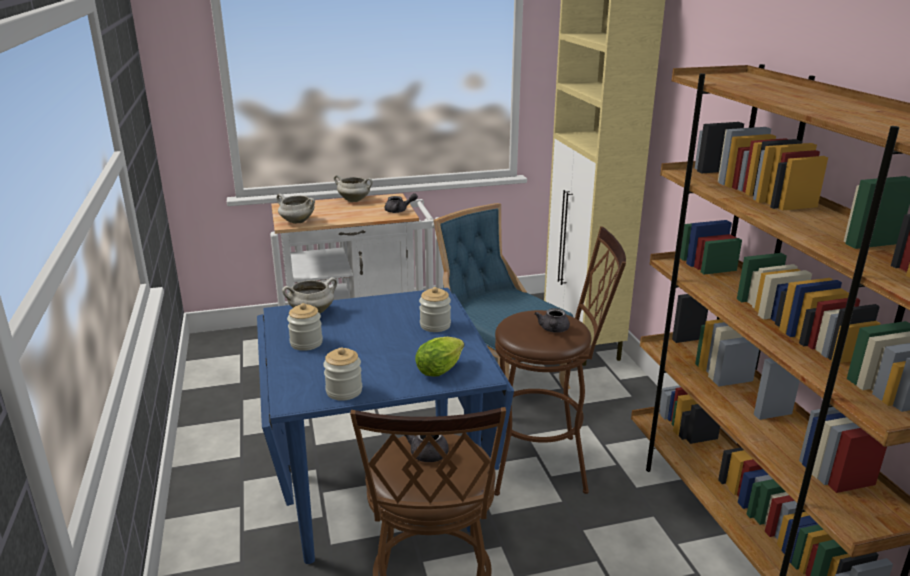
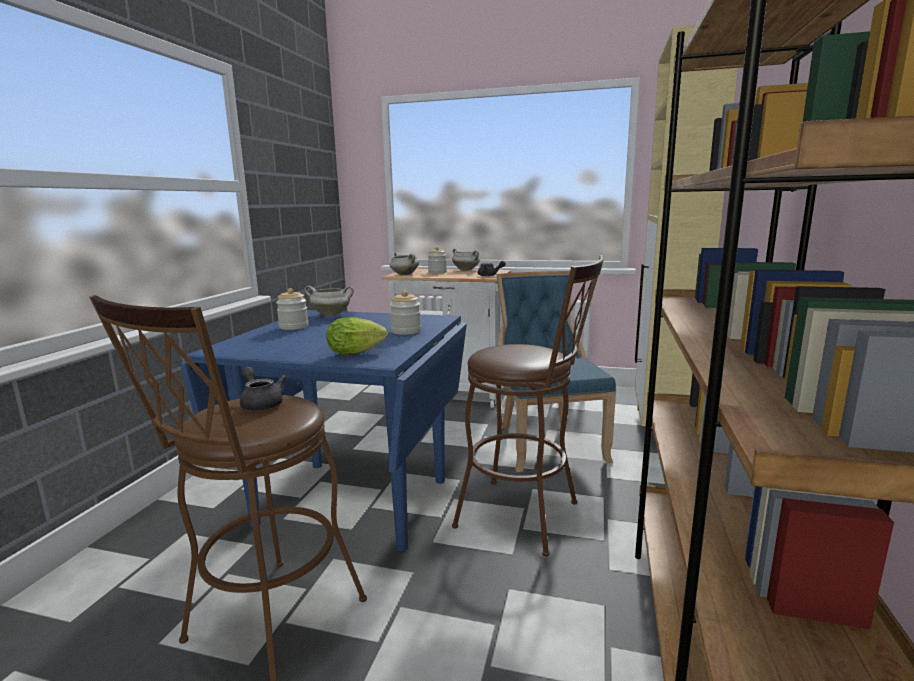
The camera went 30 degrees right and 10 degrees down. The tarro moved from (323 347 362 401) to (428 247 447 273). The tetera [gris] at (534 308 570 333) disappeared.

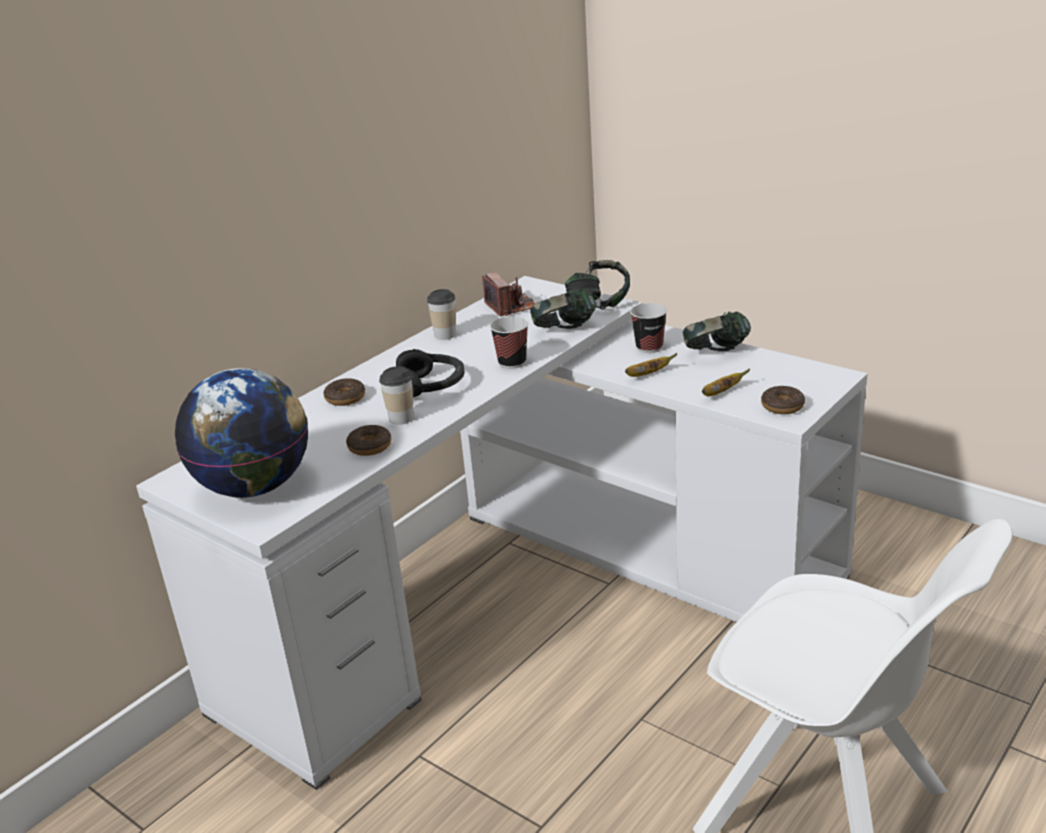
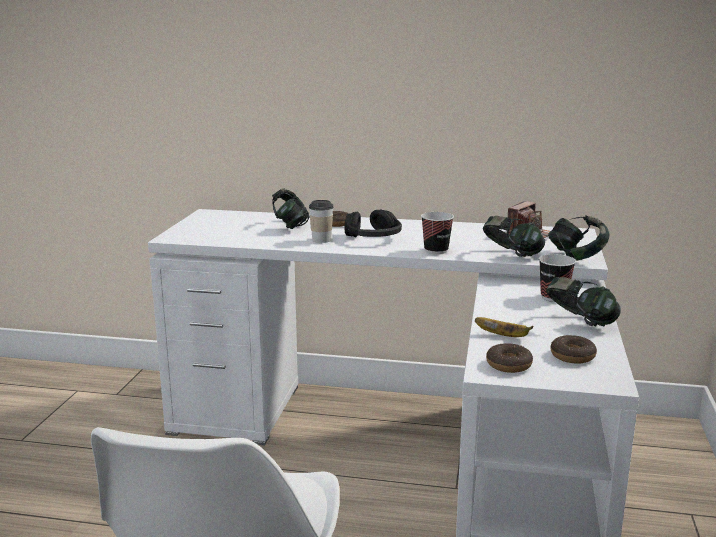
The camera went 60 degrees right and 10 degrees down. The auriculares at (272 188 309 229) appeared. The rosquilla moved from (346 425 391 456) to (551 335 597 364). The globo terráqueo at (175 368 308 498) disappeared. The taza at (427 289 456 340) disappeared. The plátano at (625 353 677 377) disappeared.

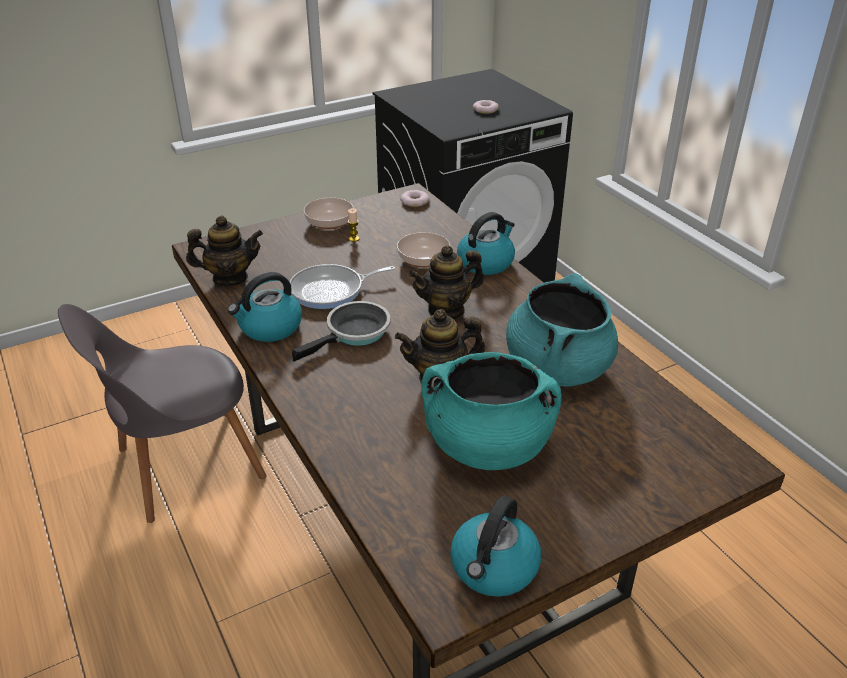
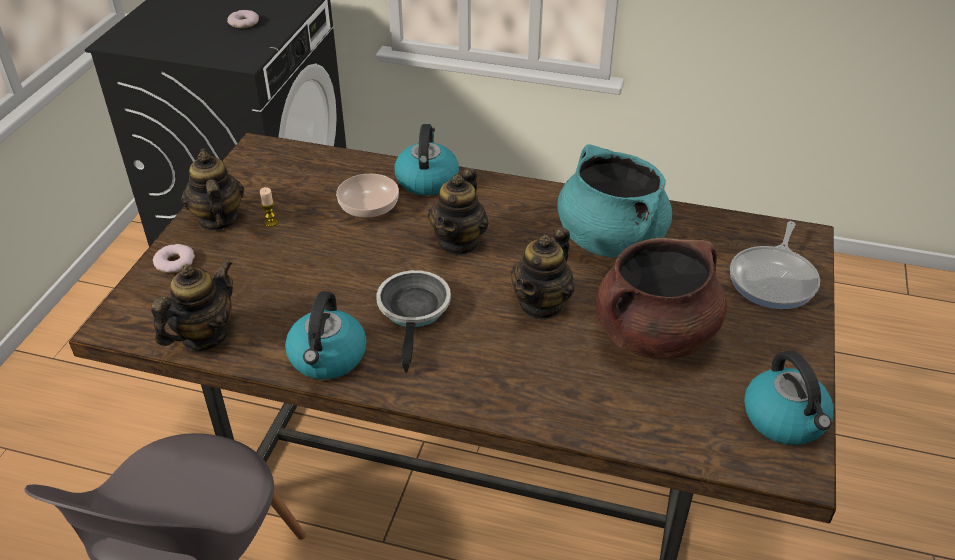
The camera went 45 degrees left and 5 degrees up. The rosquilla moved from (400 190 430 207) to (153 244 195 273). The cuenco at (304 198 354 230) was replaced by the tetera at (181 149 244 231). The olla [turquesa] at (421 352 562 470) became the olla [marrón] at (596 238 727 359). The sartén moved from (290 264 395 309) to (730 221 820 309).

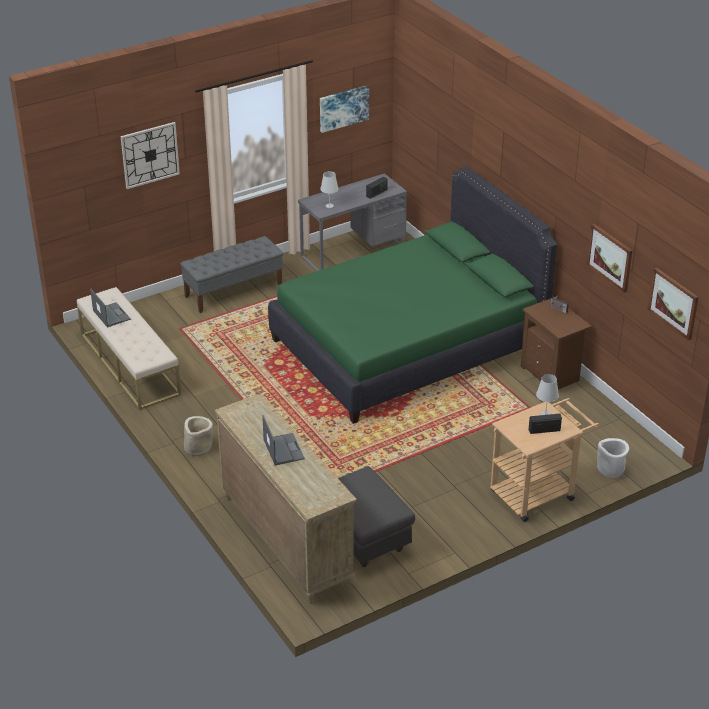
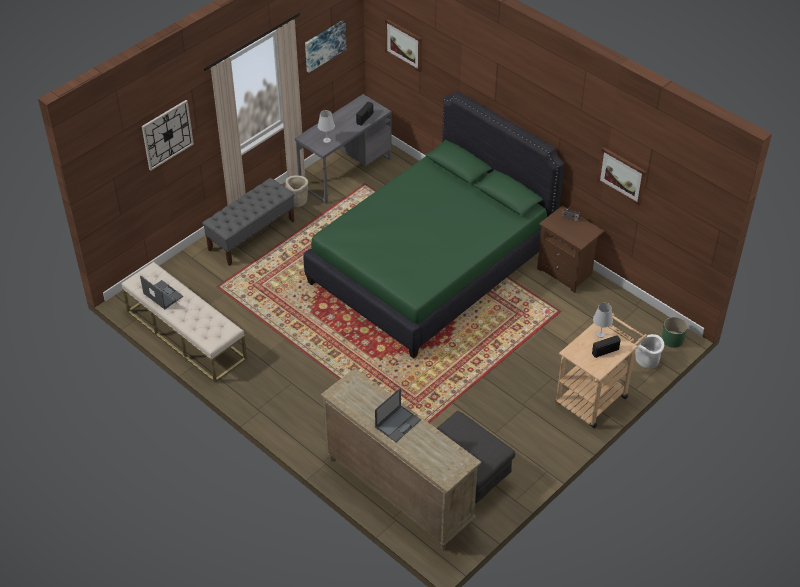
The camera went 15 degrees left and 10 degrees up. The maceta [beis] moved from (184 416 213 456) to (285 175 308 207). The portátil at (262 415 305 465) turned 75 degrees clockwise. The cuadro moved from (647 267 699 340) to (385 18 422 72). The maceta [verde] at (662 317 687 348) appeared.

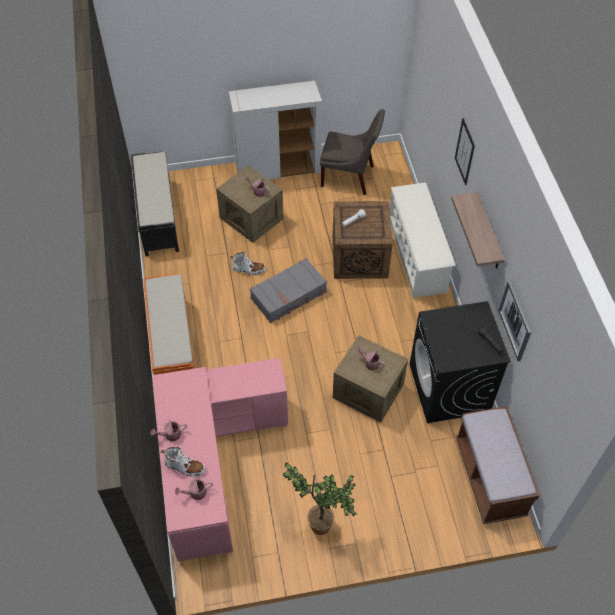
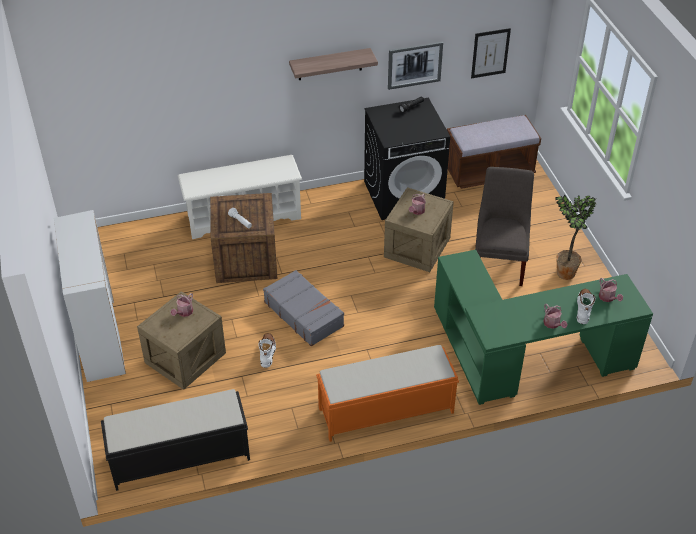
The camera went 95 degrees left and 10 degrees down. The escritorio [rosa] at (152 358 288 562) became the escritorio [verde] at (434 250 653 405). The cuadro moved from (455 118 475 185) to (471 28 511 78). The silla [gris] moved from (320 109 385 195) to (475 167 534 286).

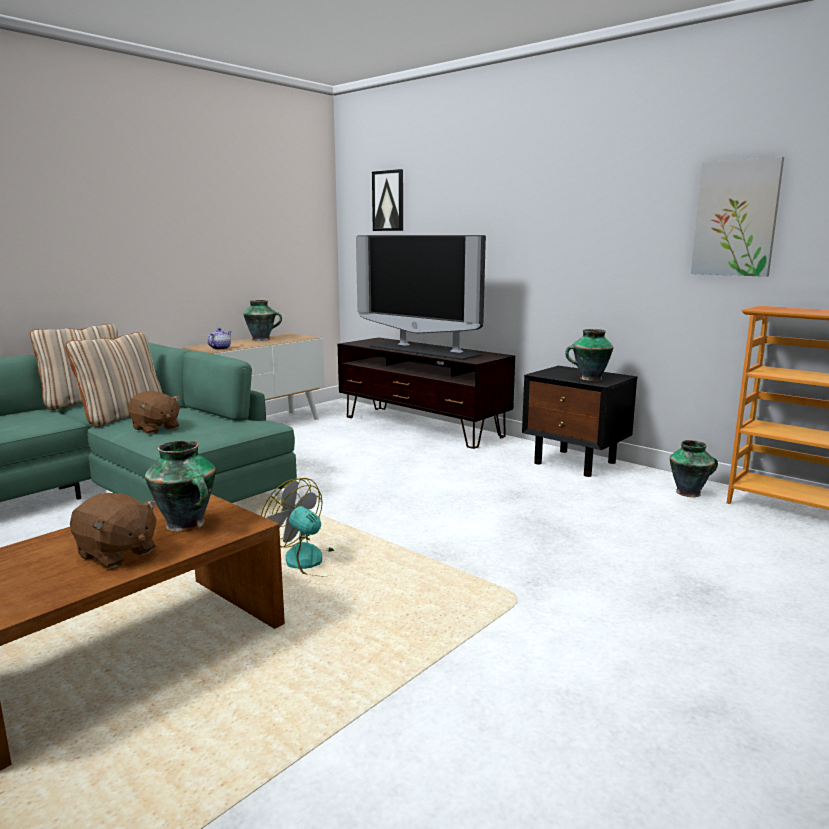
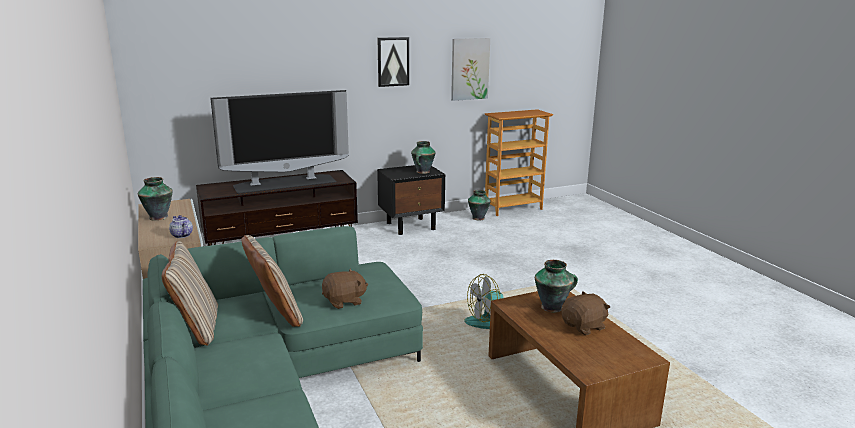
The camera went 65 degrees left and 5 degrees up. The cuadro moved from (372 169 403 231) to (377 37 409 87).

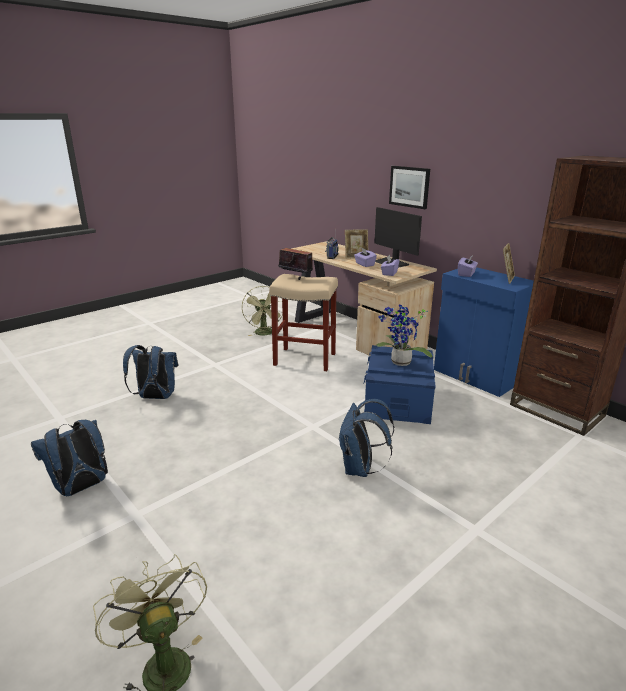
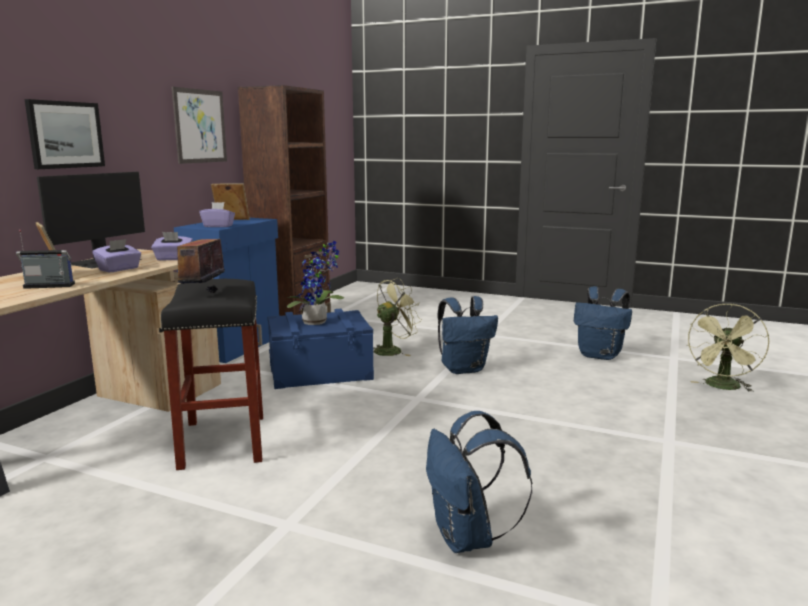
The camera went 115 degrees left and 10 degrees down. The taburete [beis] at (269 274 338 371) became the taburete [negro] at (161 279 263 470). The cuadro at (172 87 227 164) appeared. The ventilador [verde] moved from (242 286 283 336) to (373 278 422 356). The mochila [azul] moved from (31 420 108 496) to (574 286 632 360).

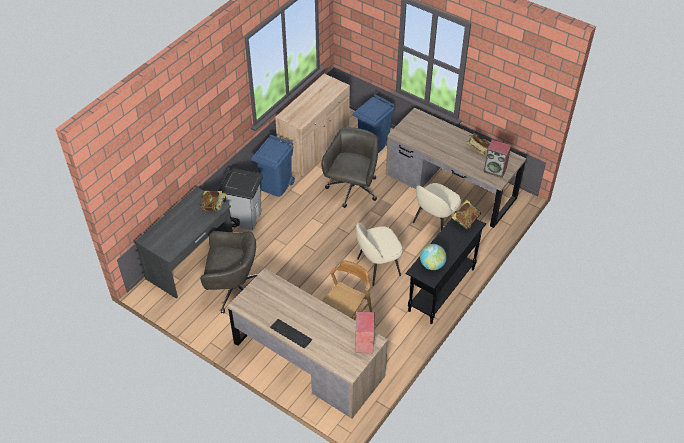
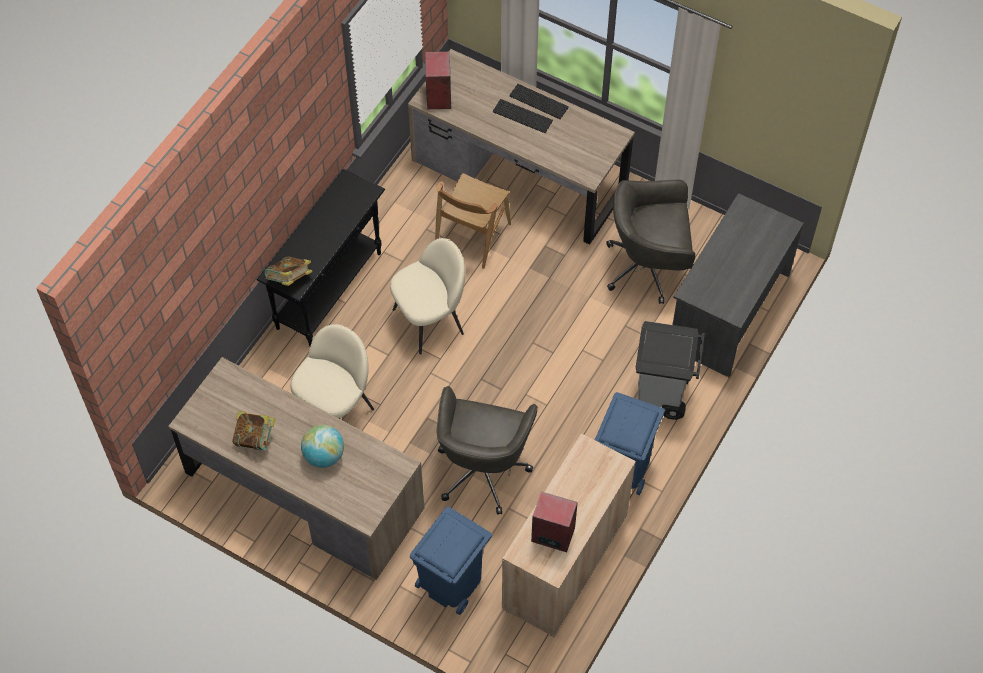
The camera went 175 degrees right and 10 degrees up. The globo terráqueo moved from (420 244 447 270) to (301 425 344 468). The teclado at (493 99 553 133) appeared. The altavoz moved from (483 140 511 178) to (531 491 578 552). The libro at (201 191 226 211) disappeared.

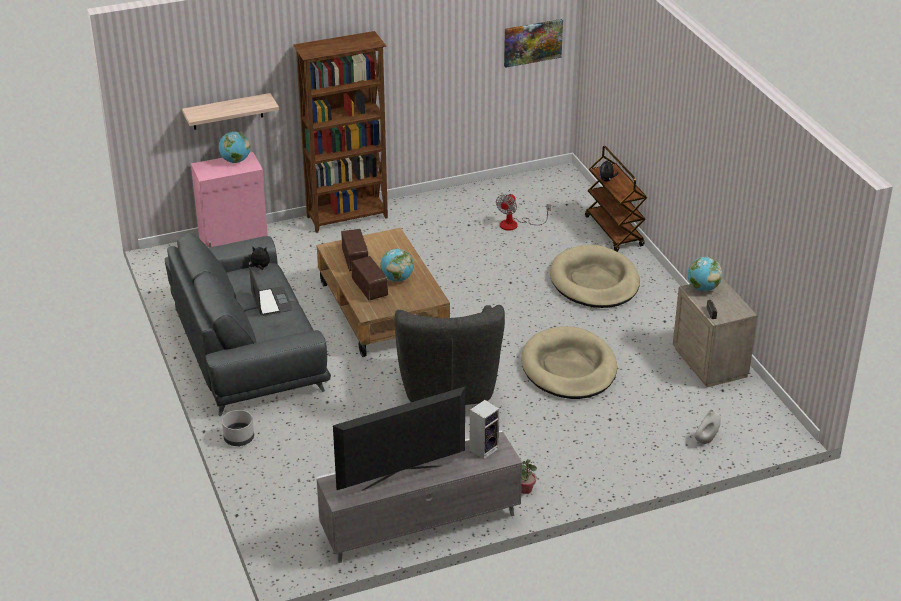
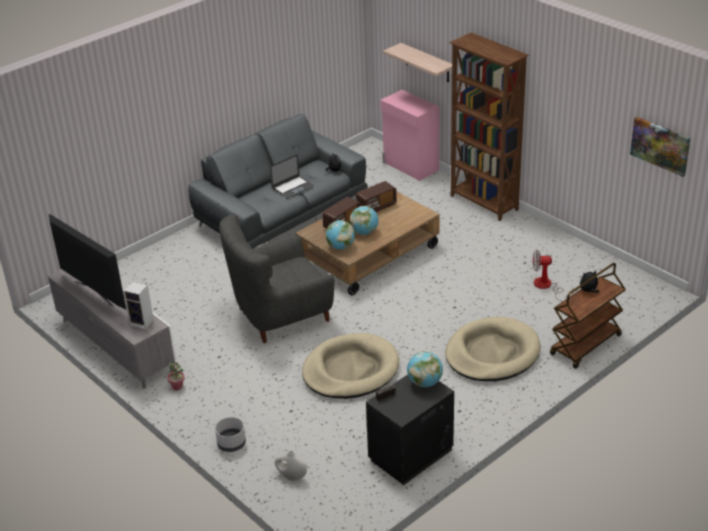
The camera went 70 degrees right and 0 degrees up. The maceta [gris] moved from (222 410 254 446) to (215 417 246 452). The globo terráqueo moved from (219 131 250 163) to (326 220 355 249). The mesita de noche [beis] at (673 278 758 387) became the mesita de noche [negro] at (366 375 454 485).

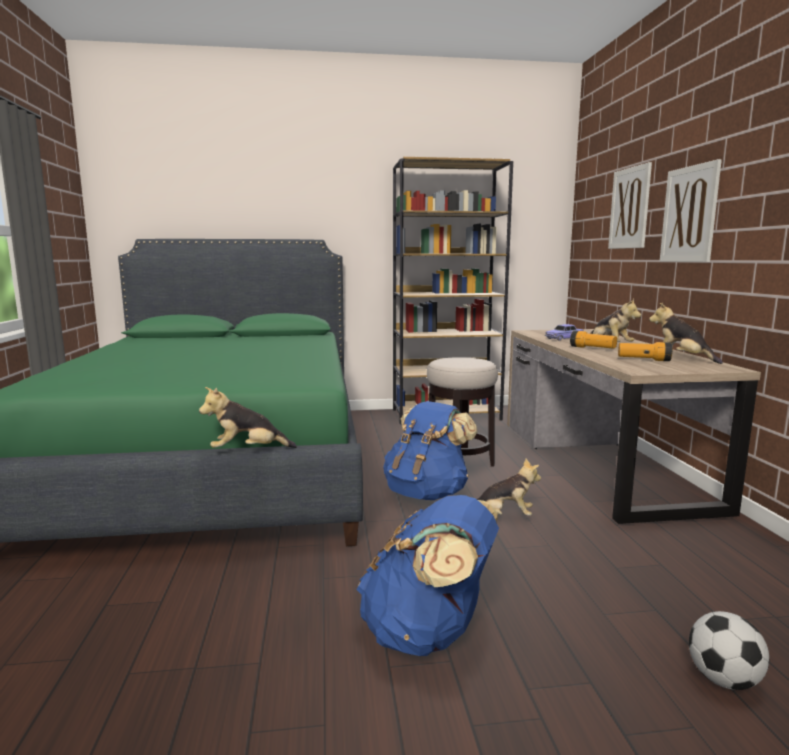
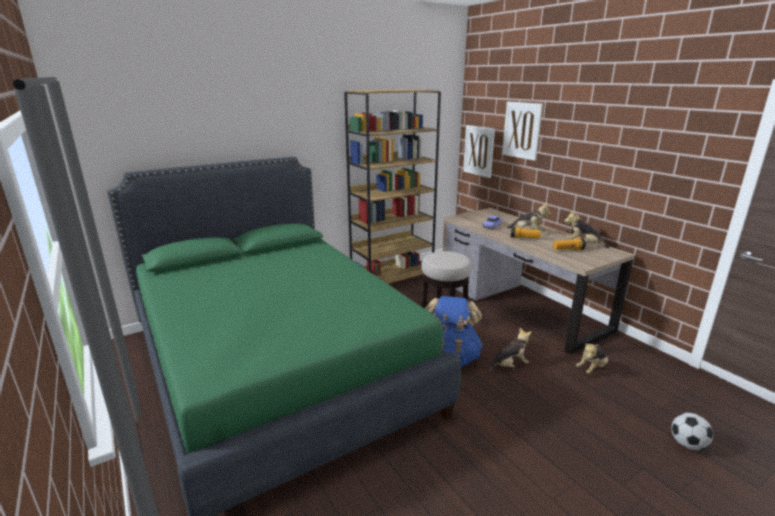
The camera went 25 degrees left and 10 degrees up. The cuadro moved from (660 159 722 262) to (463 125 495 178). The peluche moved from (199 387 297 448) to (576 343 608 374). The mochila [azul] at (356 495 499 656) disappeared.

